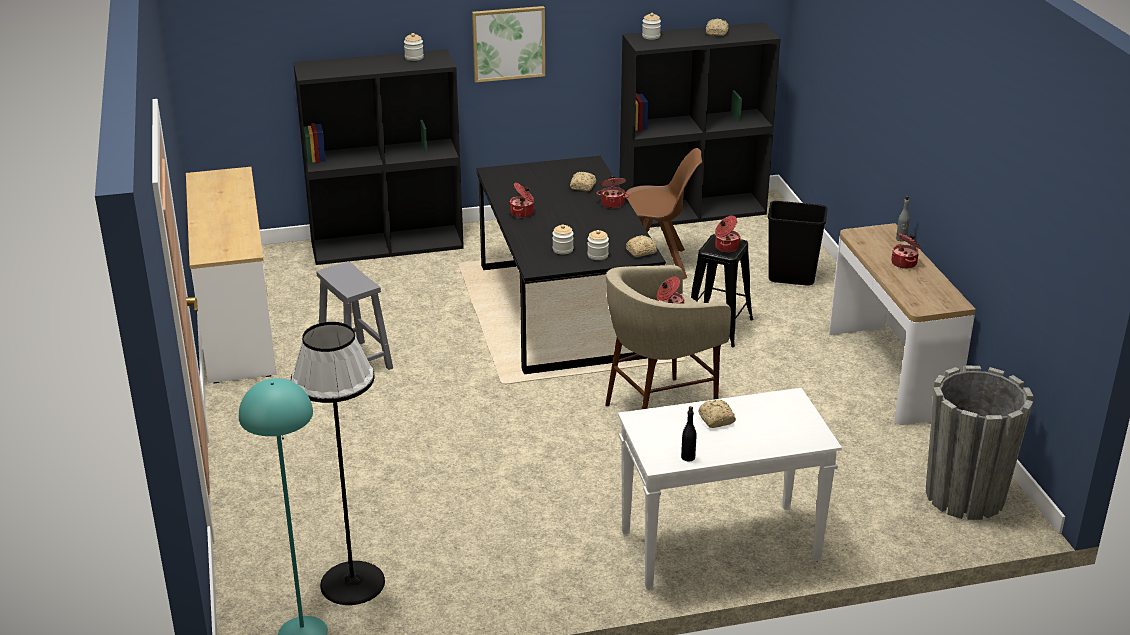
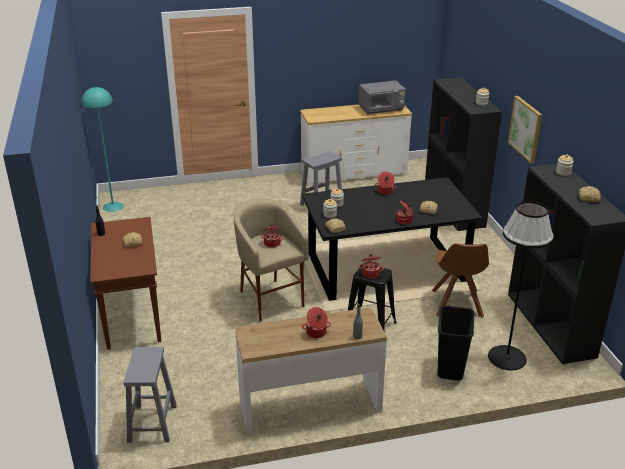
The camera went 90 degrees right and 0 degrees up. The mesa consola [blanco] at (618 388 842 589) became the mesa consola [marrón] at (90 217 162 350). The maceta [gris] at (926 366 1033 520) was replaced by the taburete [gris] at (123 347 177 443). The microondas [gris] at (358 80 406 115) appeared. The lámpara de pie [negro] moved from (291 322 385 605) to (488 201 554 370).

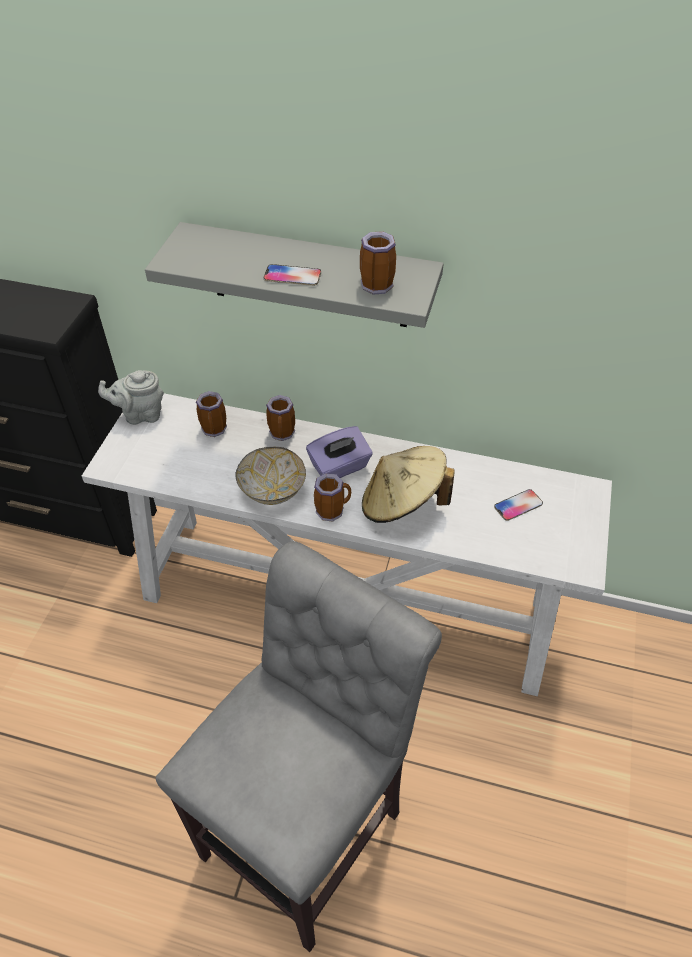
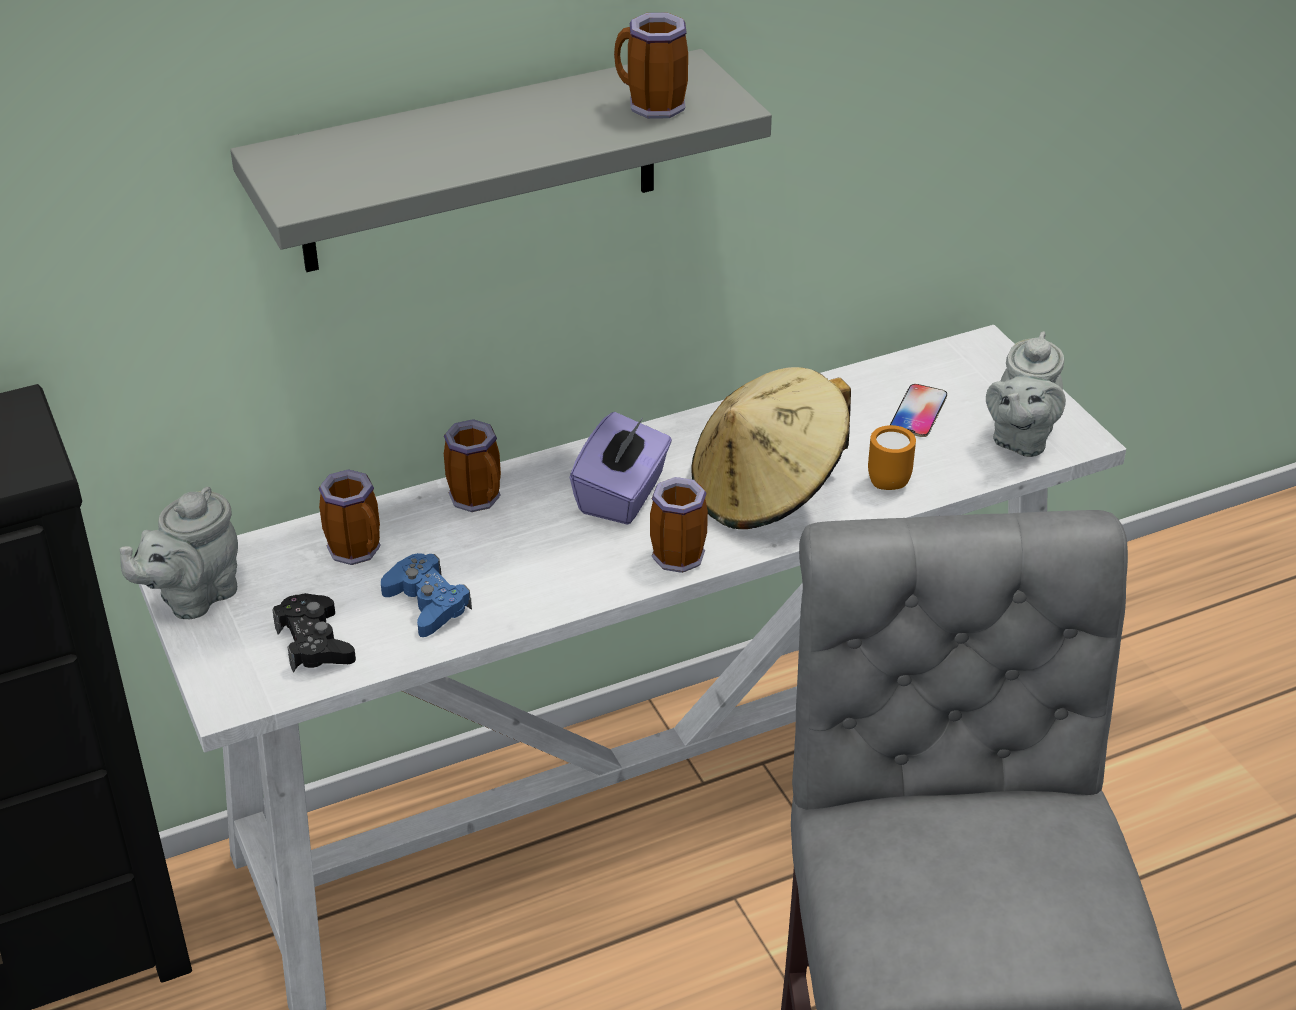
The camera went 40 degrees left and 10 degrees down. The mando de consola [negro] at (272 593 356 673) appeared. The mando de consola [azul] at (381 553 472 637) appeared. The taza grande [naranja] at (868 425 916 490) appeared. The tetera [gris] at (986 332 1066 457) appeared. The cuenco at (235 447 306 505) disappeared. The móvil at (264 264 321 286) disappeared.

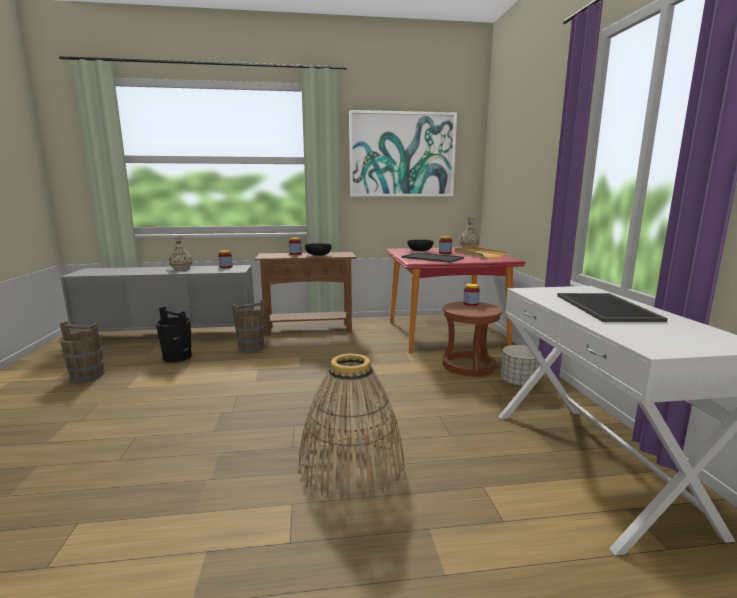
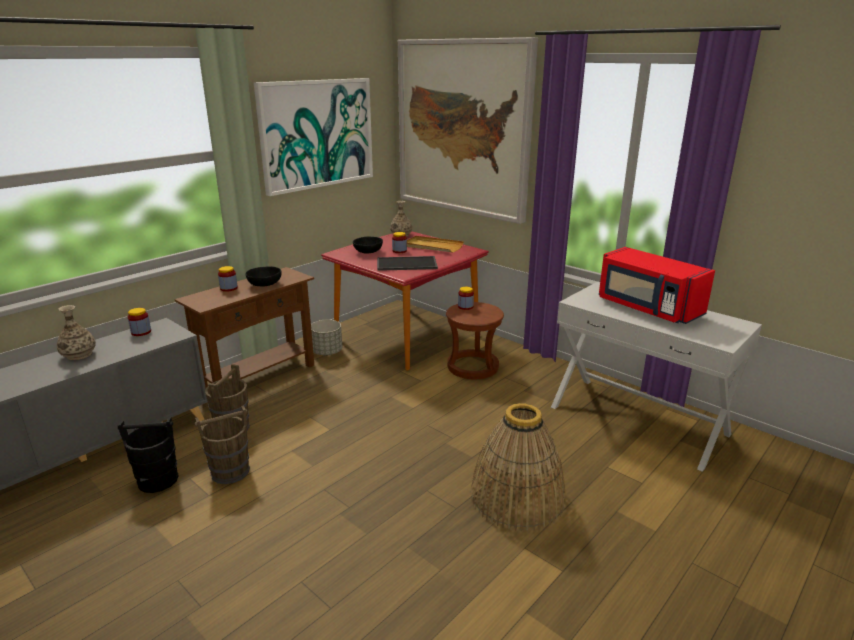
The camera went 40 degrees left and 10 degrees up. The cubo [marrón] moved from (59 321 105 382) to (195 406 250 484). The maceta [gris] moved from (501 345 541 387) to (311 320 342 356). The cuadro at (398 37 538 224) appeared. The bandeja at (557 293 668 322) was replaced by the microondas [rojo] at (599 247 715 324).

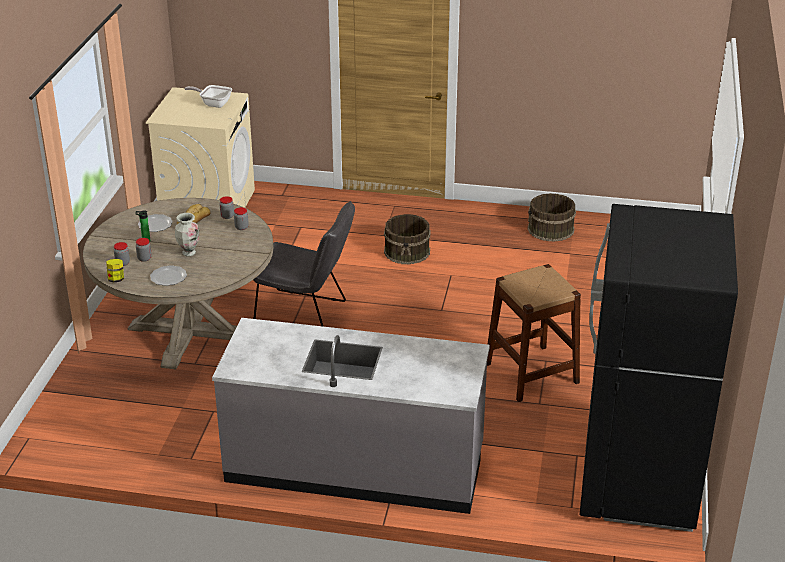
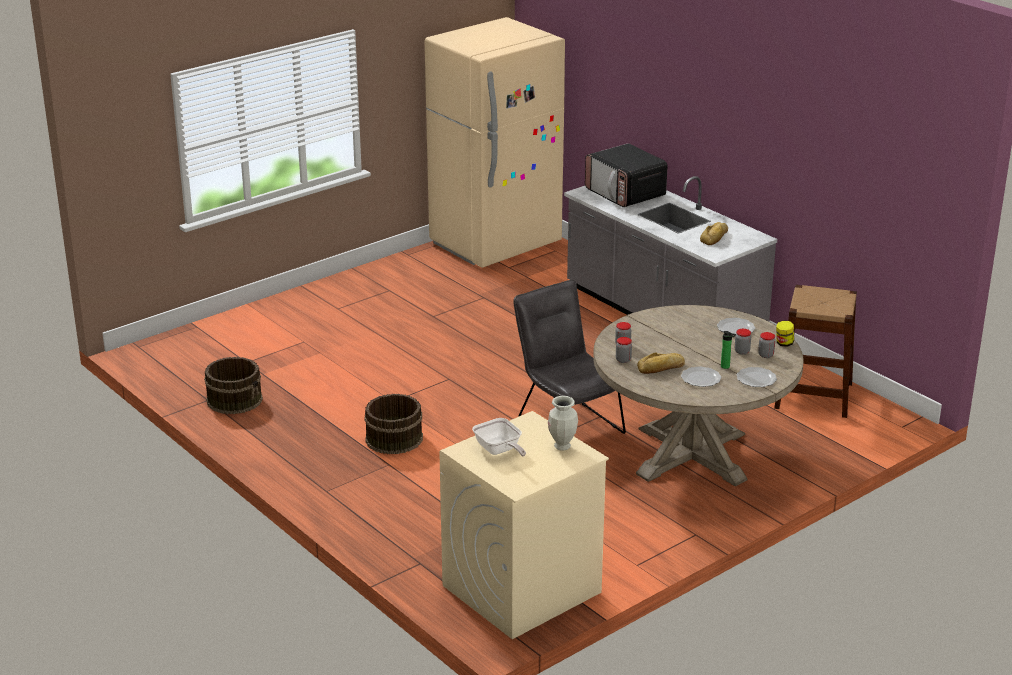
The camera went 140 degrees left and 5 degrees down. The nevera [negro] at (579 204 738 532) became the nevera [beis] at (425 17 565 268). The florero moved from (175 213 199 256) to (548 396 578 451). The microondas at (585 143 668 207) appeared. The pan at (700 222 728 245) appeared. The plato at (737 367 777 387) appeared. The taburete [marrón] moved from (487 264 581 402) to (774 285 857 418).

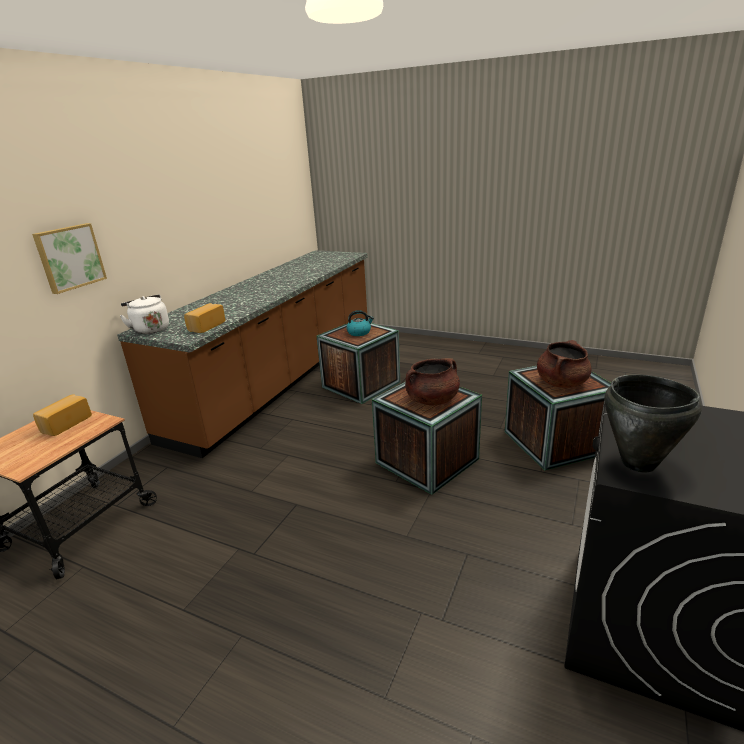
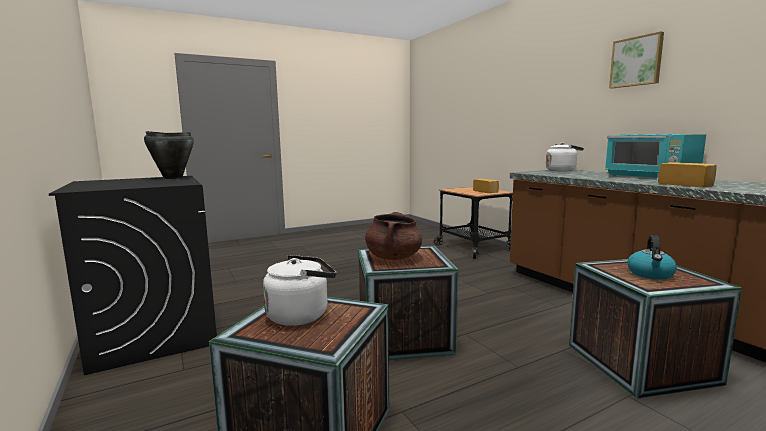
The camera went 125 degrees right and 15 degrees down. The olla [marrón] at (537 340 591 388) was replaced by the hervidor [blanco] at (263 255 336 326). The microondas [turquesa] at (605 134 706 178) appeared. The cuadro moved from (32 223 107 294) to (609 31 664 88). The pan moved from (184 303 225 333) to (658 162 716 187).

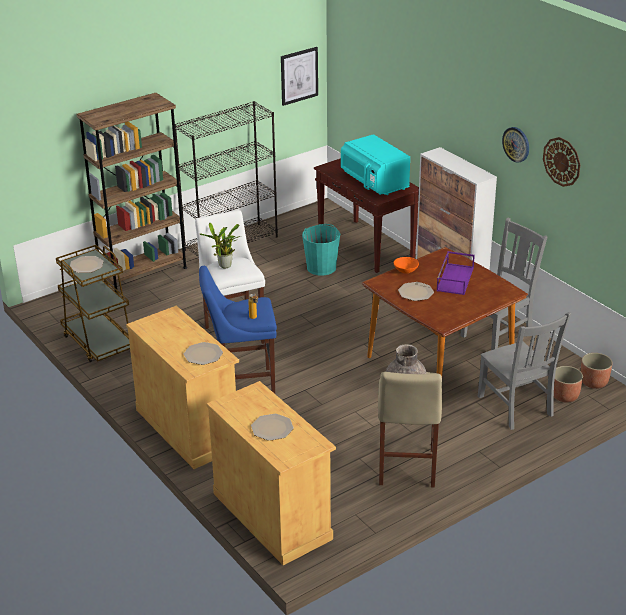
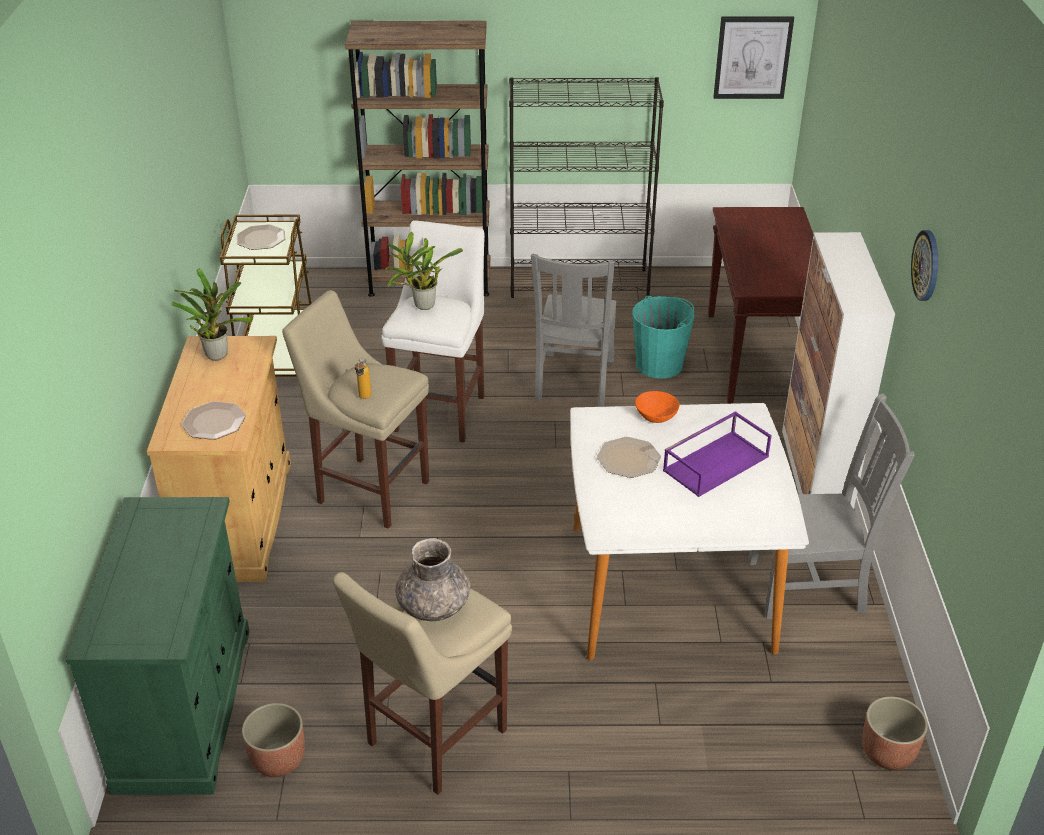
The camera went 35 degrees right and 5 degrees up. The armario [beis] at (206 381 336 565) became the armario [verde] at (66 497 250 795). The planta en maceta at (171 268 253 361) appeared. The maceta moved from (554 366 583 403) to (242 703 305 777). The taburete [azul] at (199 266 277 394) became the taburete [beis] at (282 290 429 529). The silla [gris] moved from (478 312 571 430) to (531 254 617 407). The mesa de comedor [marrón] at (362 247 528 376) became the mesa de comedor [blanco] at (570 403 809 660). The plato at (251 414 294 441) disappeared. The microondas [turquesa] at (341 134 410 195) disappeared. The reloj de pared at (543 137 580 187) disappeared.

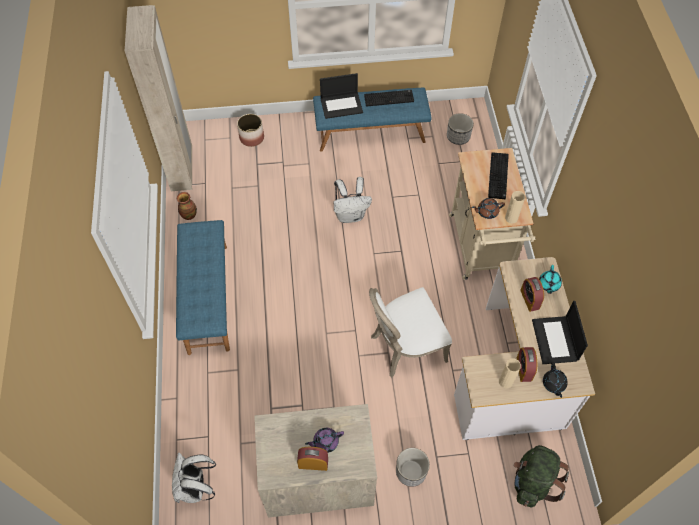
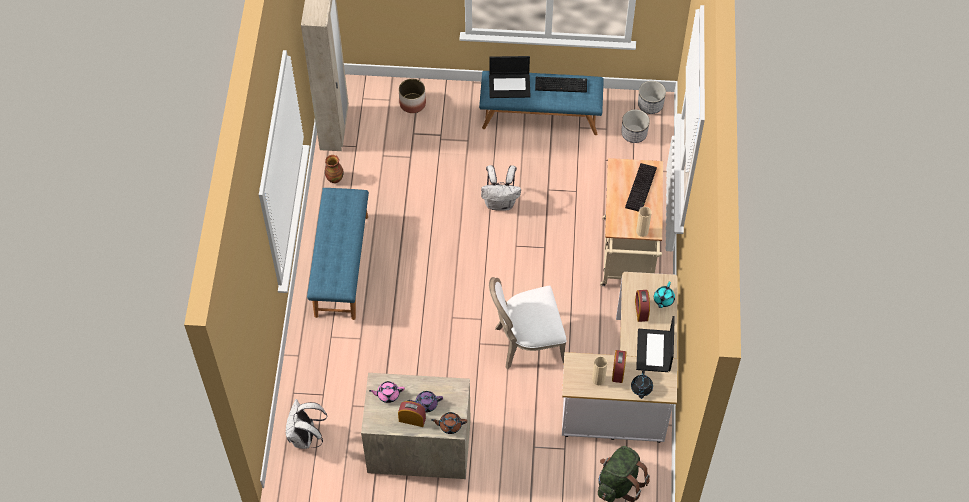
The camera went 10 degrees right and 0 degrees up. The tetera [rosa] at (369 381 405 403) appeared. The tetera [marrón] moved from (472 198 505 219) to (431 412 467 434). The maceta moved from (396 448 430 487) to (638 81 666 114).

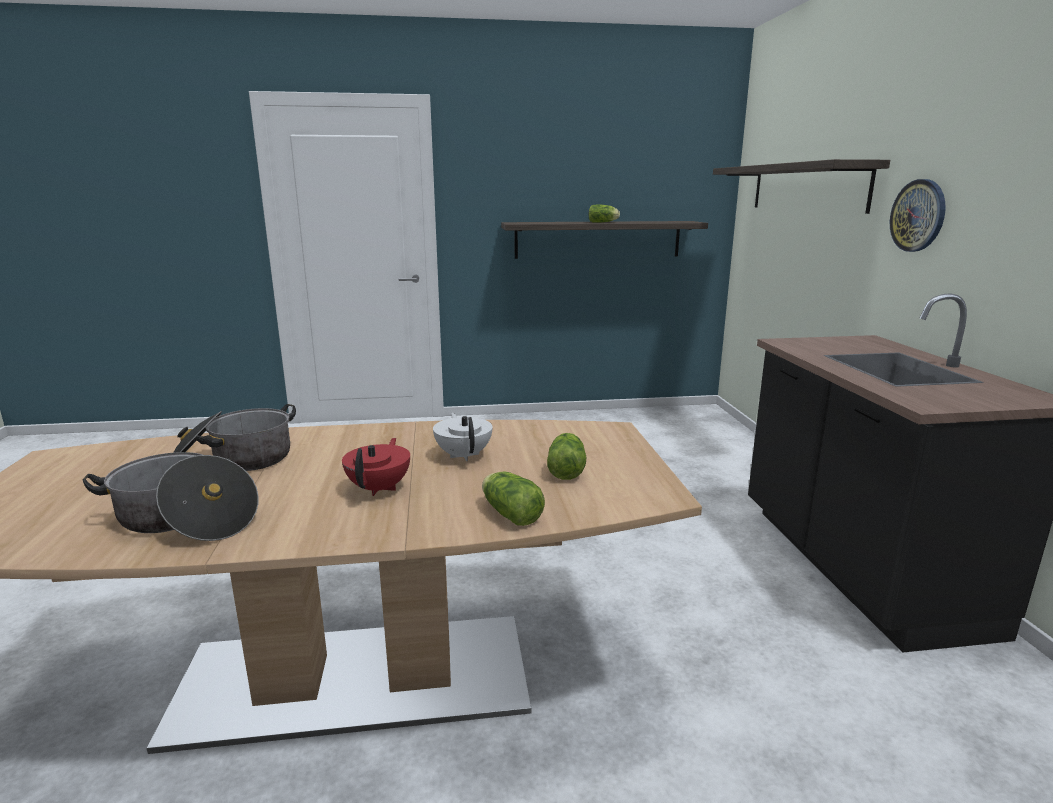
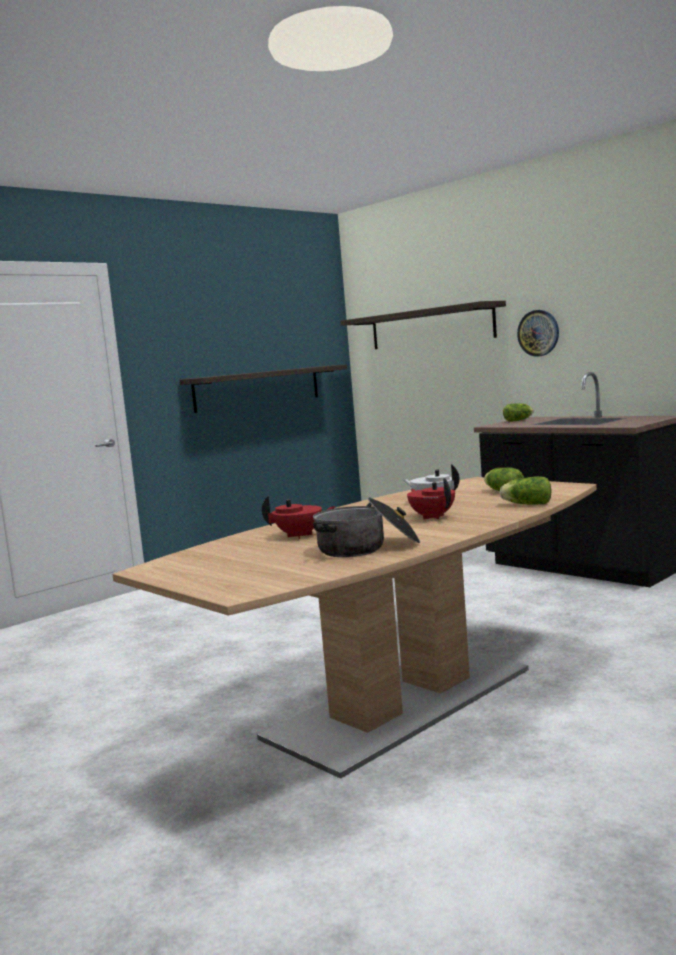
The camera went 35 degrees left and 10 degrees down. The olla at (173 404 296 471) was replaced by the tetera [rojo] at (262 495 336 539). The lechuga moved from (588 205 620 223) to (503 403 534 422).

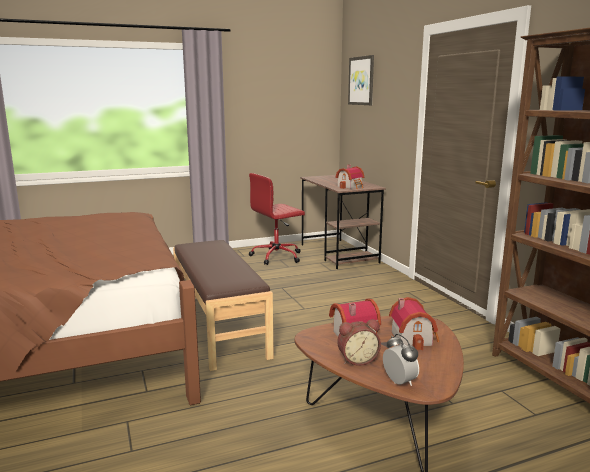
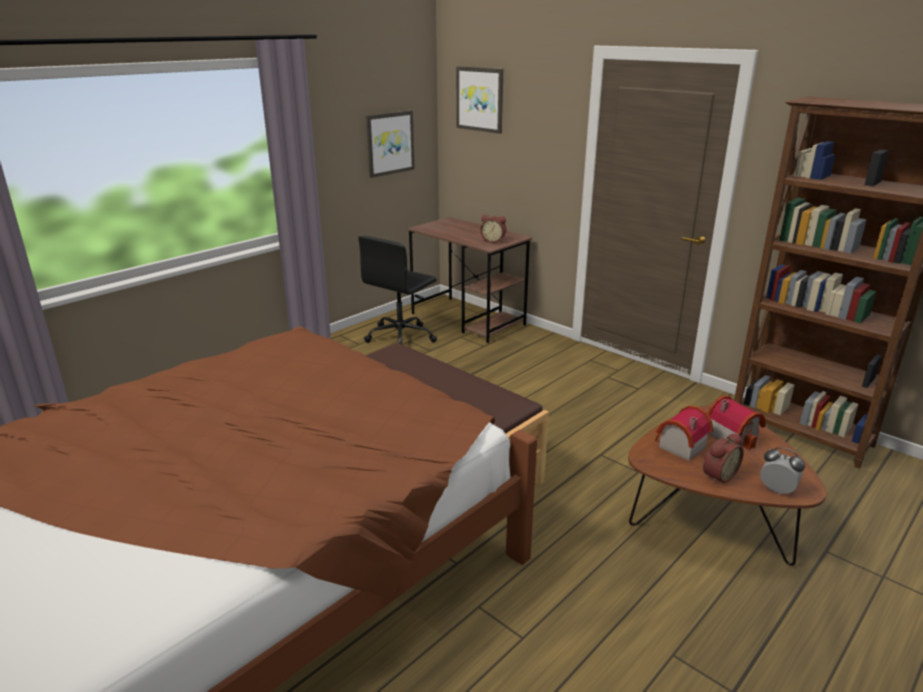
The camera went 25 degrees left and 10 degrees up. The silla de oficina [rojo] at (249 173 305 265) became the silla de oficina [negro] at (358 236 437 344). The cuadro at (366 110 415 178) appeared. The casita at (335 165 364 189) was replaced by the despertador at (481 215 506 243).

